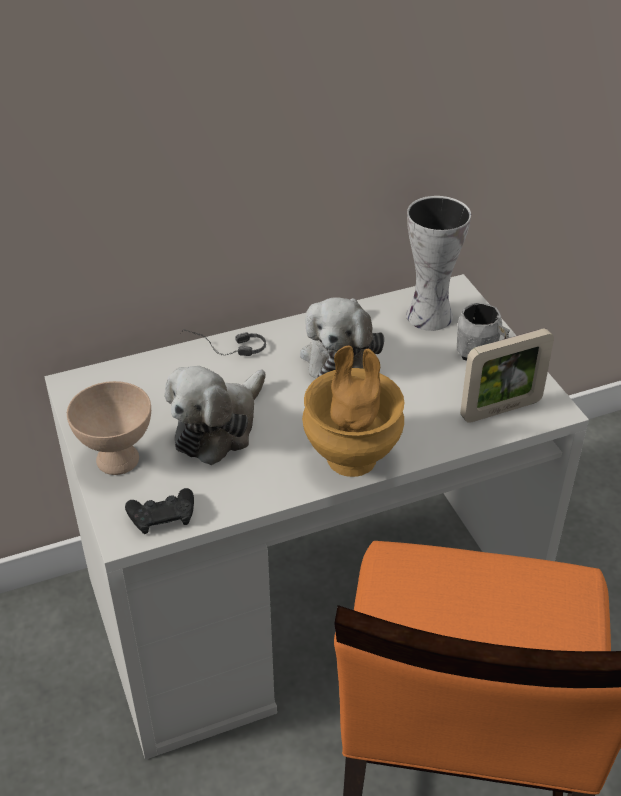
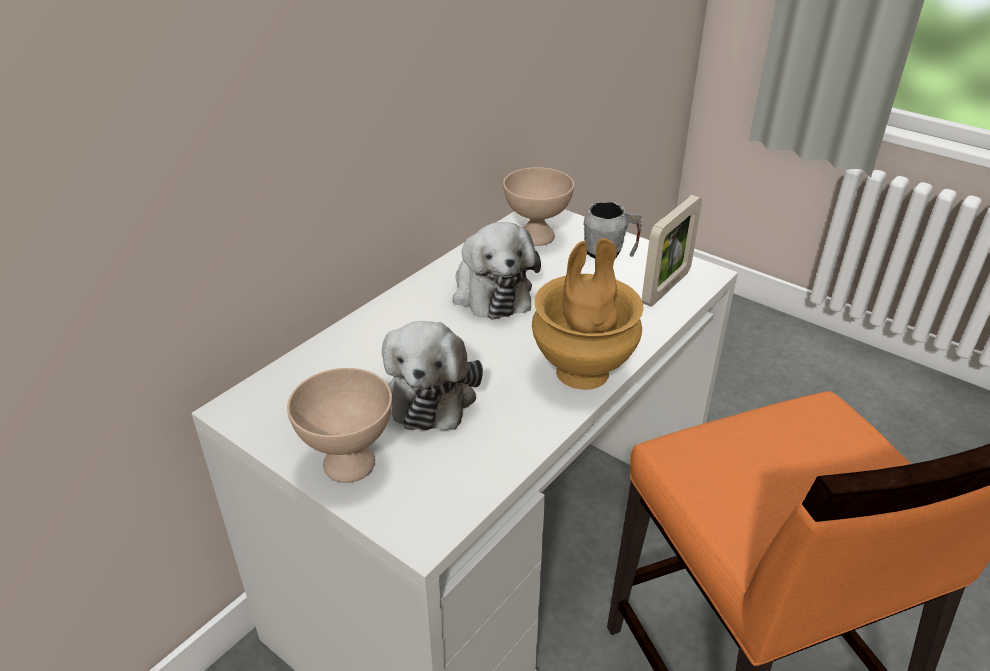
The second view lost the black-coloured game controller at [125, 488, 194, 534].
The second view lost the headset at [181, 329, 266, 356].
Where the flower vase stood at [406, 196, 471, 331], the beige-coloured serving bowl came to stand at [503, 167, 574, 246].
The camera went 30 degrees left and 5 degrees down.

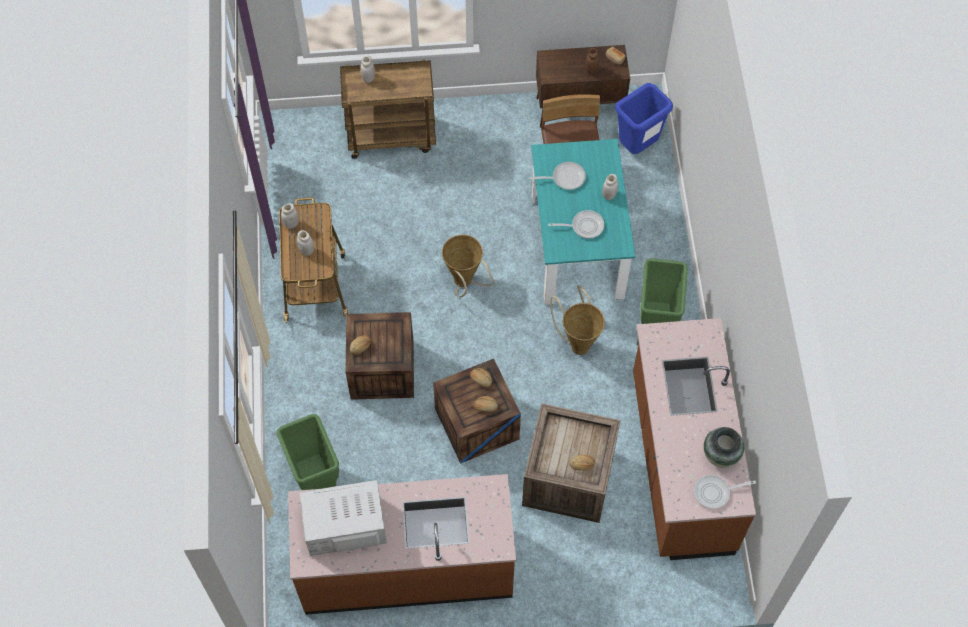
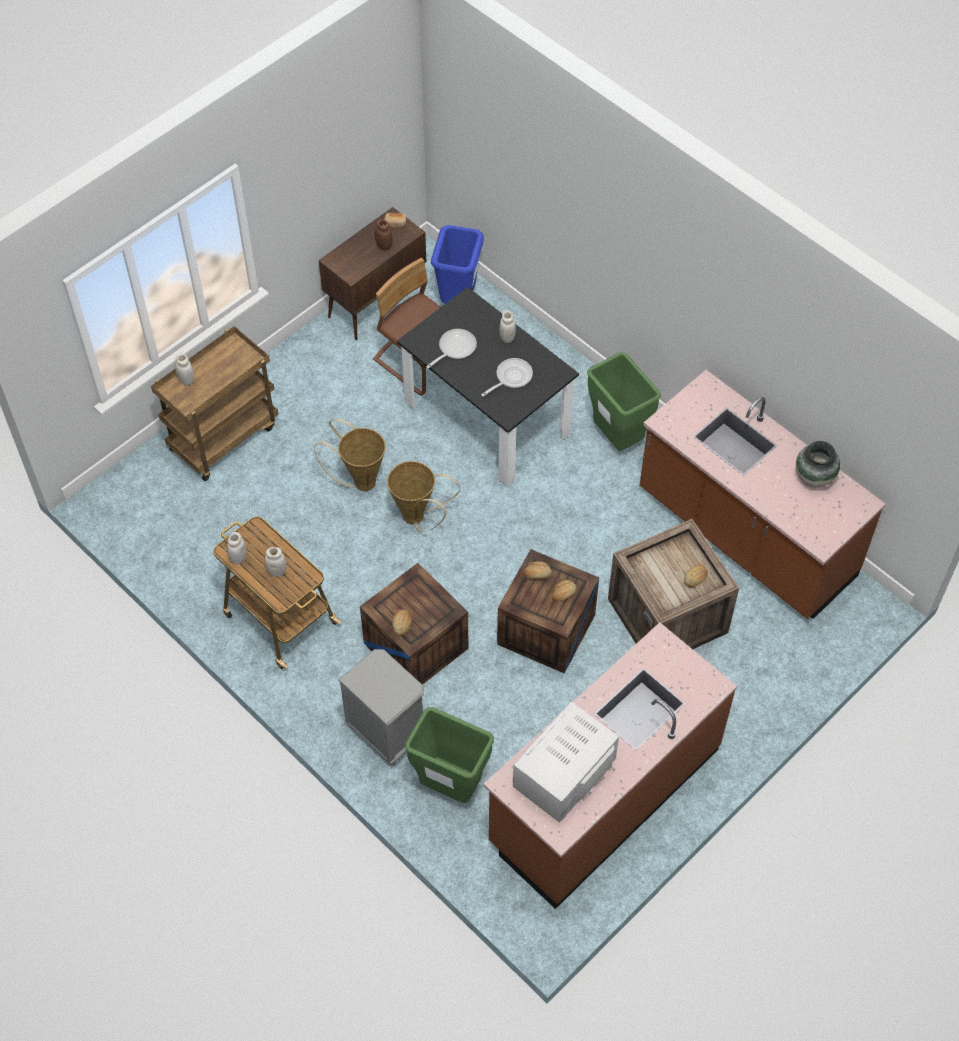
The second view lost the pan at [694, 475, 756, 509].
The second view gained the grey nightstand at [339, 649, 424, 765].
The household basket ended up elsewhere, having gone from [550, 285, 605, 355] to [314, 419, 386, 491].
What was the blue-green dinner table at [531, 139, 635, 305] turned into the black-coloured dinner table at [397, 287, 579, 487].
The camera went 40 degrees left and 5 degrees down.

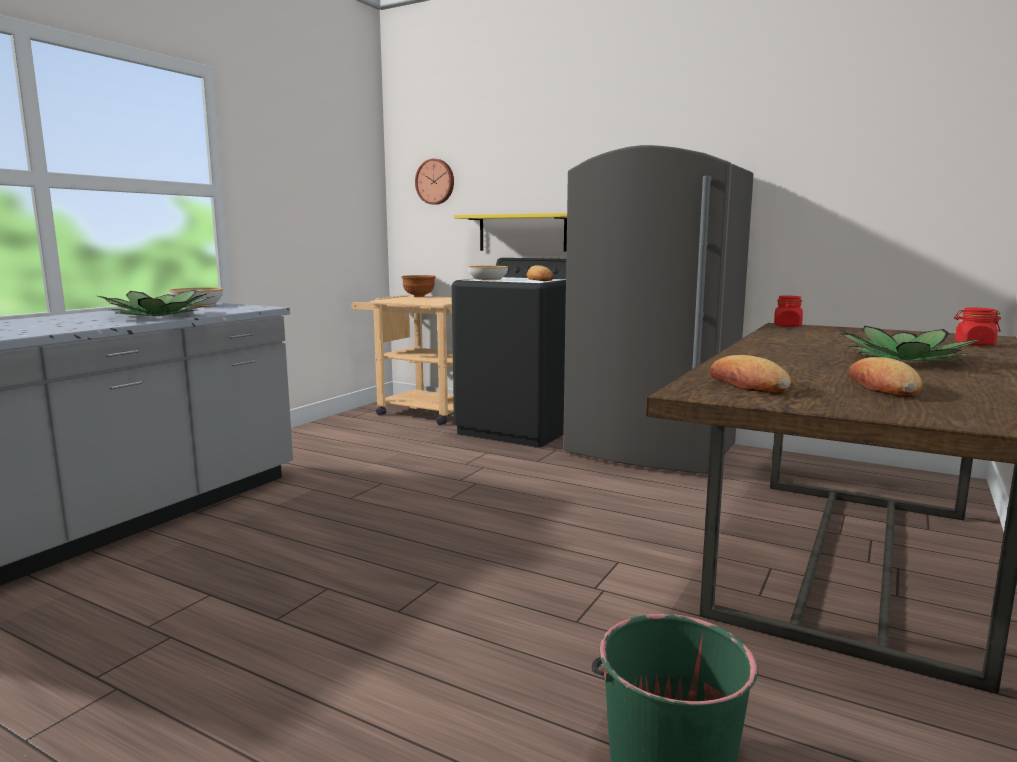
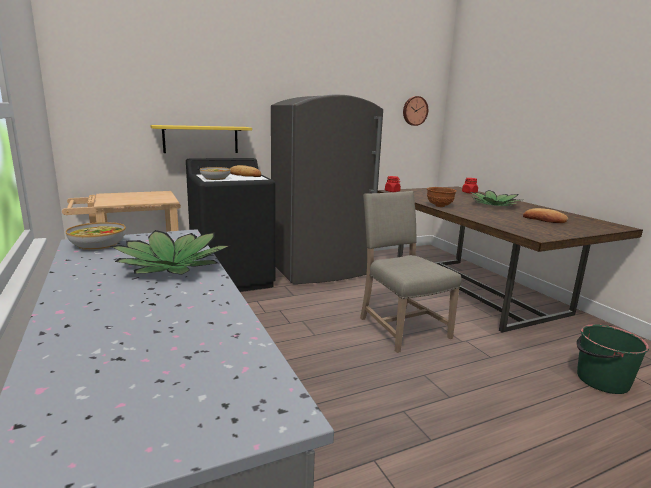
The second view lost the bakery bread at [710, 355, 791, 394].
The second view gained the beige-coloured upright chair at [360, 191, 462, 353].
The brown serving bowl ended up elsewhere, having gone from [401, 275, 436, 297] to [427, 187, 457, 207].
The clock on the wall ended up elsewhere, having gone from [415, 159, 454, 205] to [403, 96, 428, 126].
The camera went 55 degrees left and 5 degrees up.

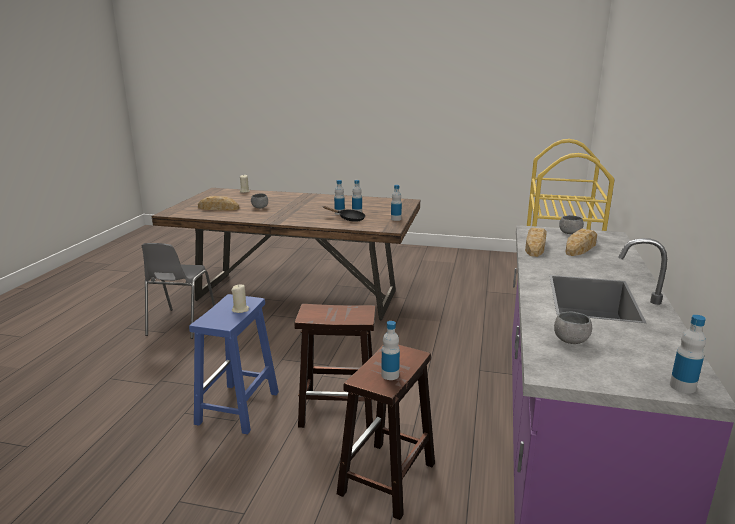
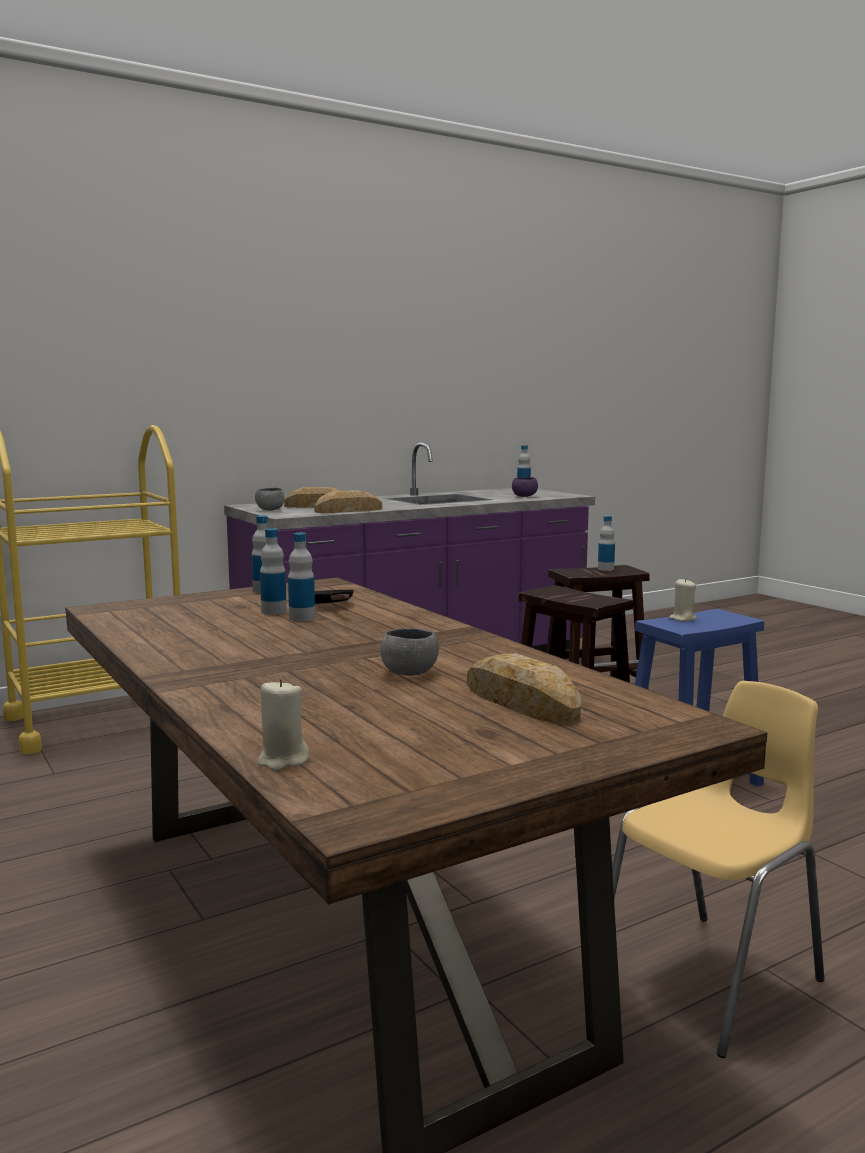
What was the grey upright chair at [142, 243, 215, 339] turned into the yellow-coloured upright chair at [612, 681, 824, 1058].
What was the grey serving bowl at [554, 312, 592, 344] turned into the purple-coloured serving bowl at [512, 477, 538, 497].
The camera went 135 degrees left and 10 degrees down.

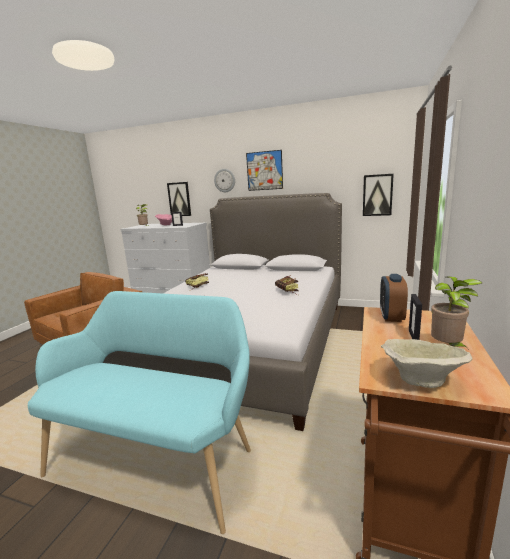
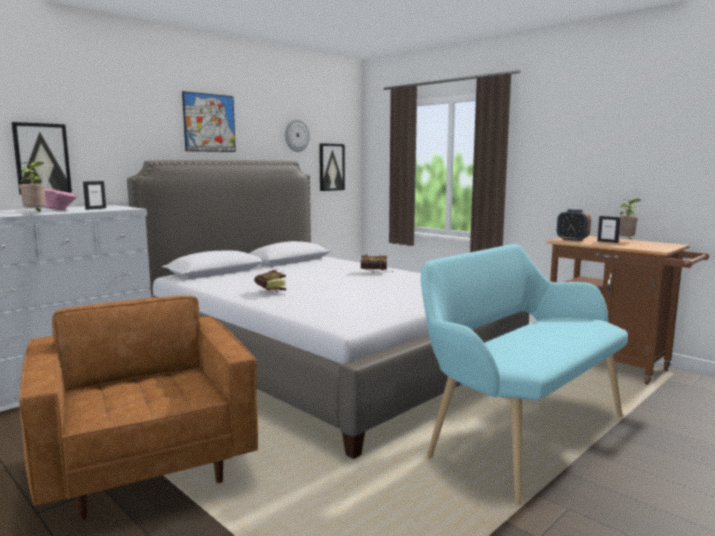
The second view lost the beige-coloured serving bowl at [381, 339, 472, 388].
The clock on the wall ended up elsewhere, having gone from [214, 169, 235, 192] to [285, 119, 310, 152].
The camera went 65 degrees left and 5 degrees down.

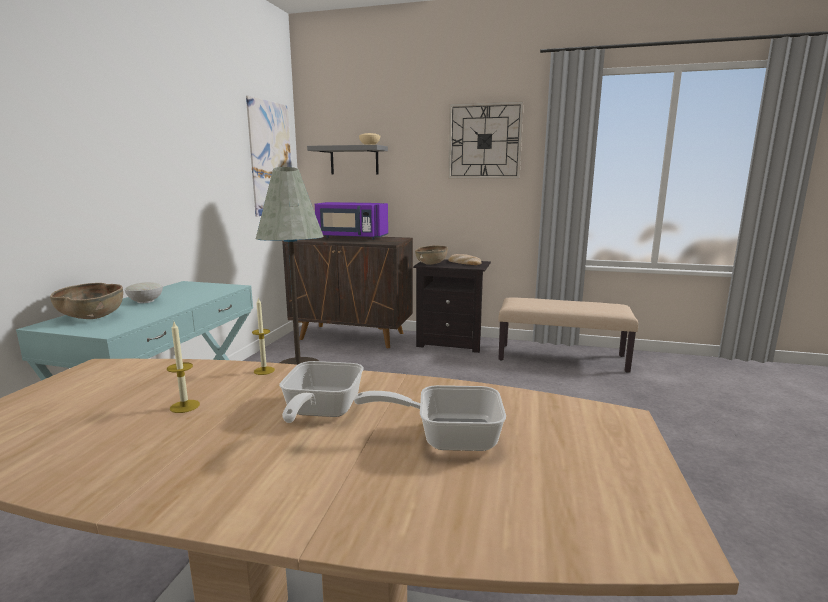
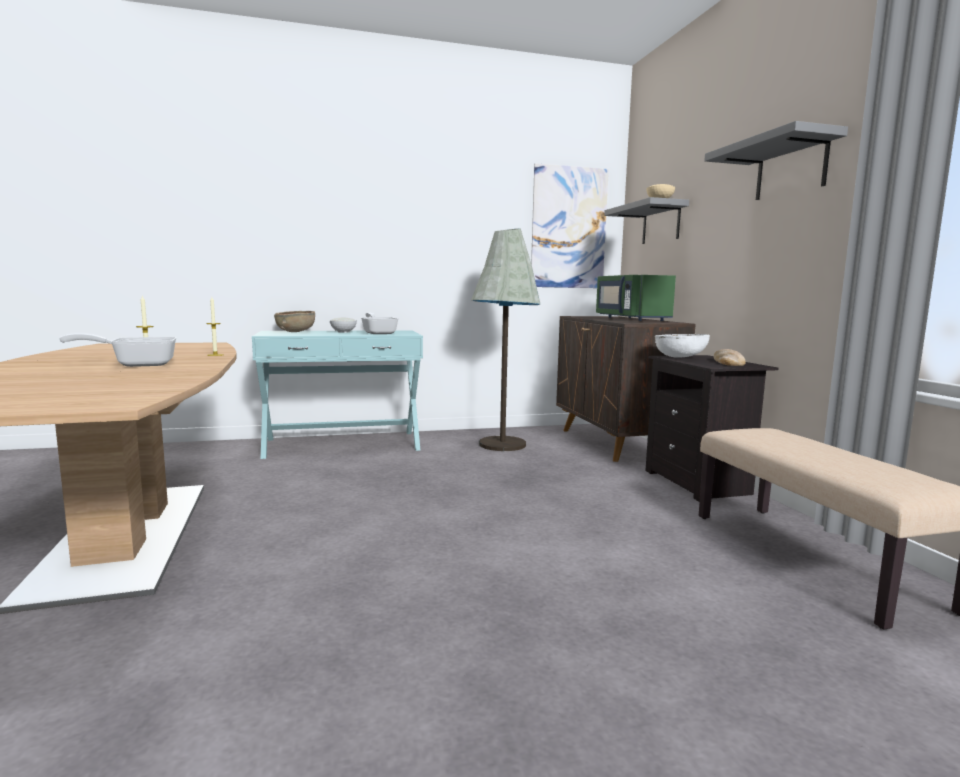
The pan ended up elsewhere, having gone from [354, 385, 506, 451] to [361, 313, 399, 334].
Where the clock on the wall hung at [448, 101, 524, 179], the grey bracket shelf came to hang at [704, 121, 848, 200].
What was the purple-coloured microwave at [315, 202, 388, 240] turned into the green-coloured microwave at [596, 275, 676, 321].
What was the brown serving bowl at [415, 245, 448, 265] turned into the whitish serving bowl at [655, 334, 710, 358].
The camera went 60 degrees right and 5 degrees down.

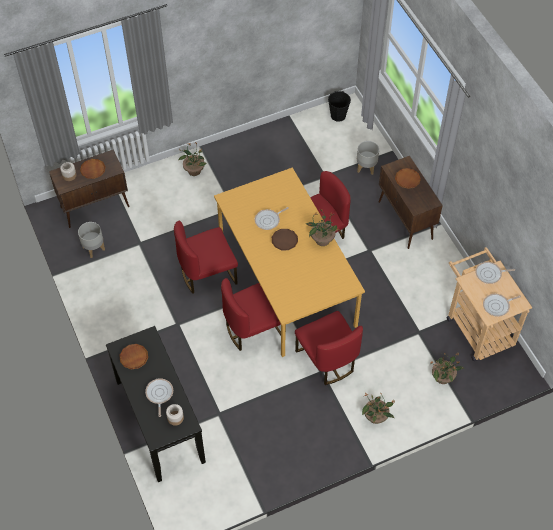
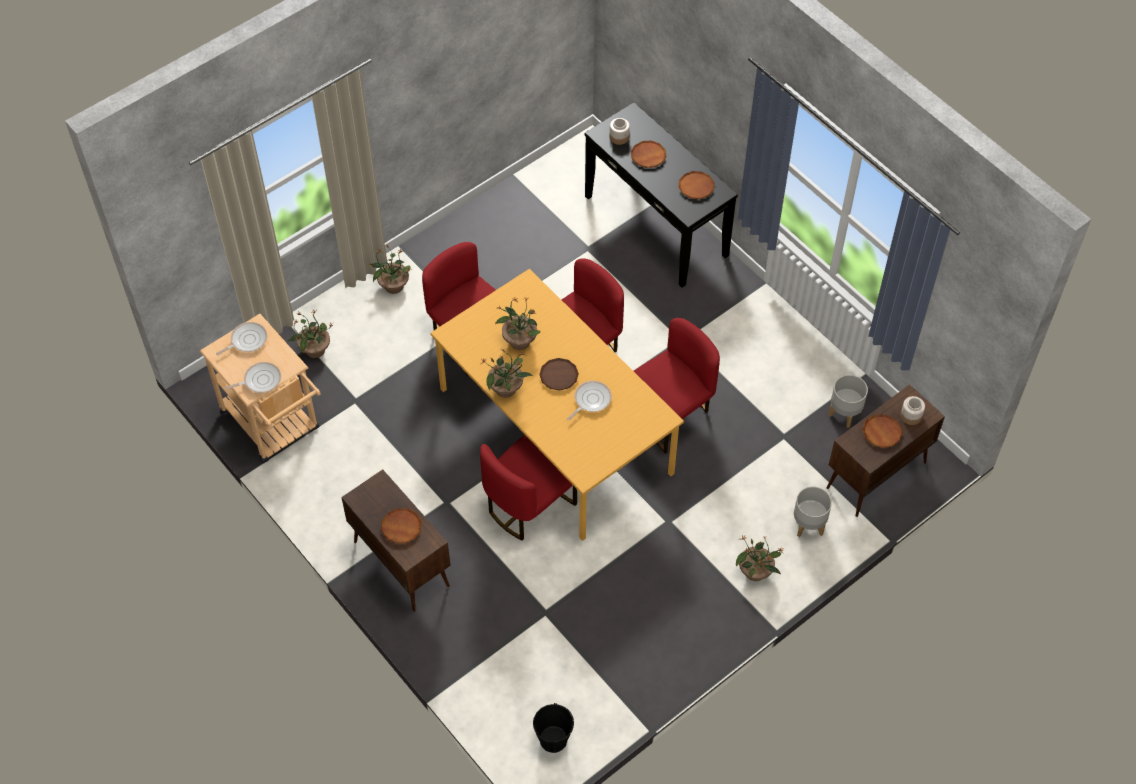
The second view gained the houseplant at [495, 298, 541, 350].
The grey planter ended up elsewhere, having gone from [357, 141, 379, 175] to [794, 486, 832, 537].
Where the pan stood at [145, 378, 173, 417], the brown flat dish came to stand at [631, 141, 667, 168].
The camera went 165 degrees right and 0 degrees up.

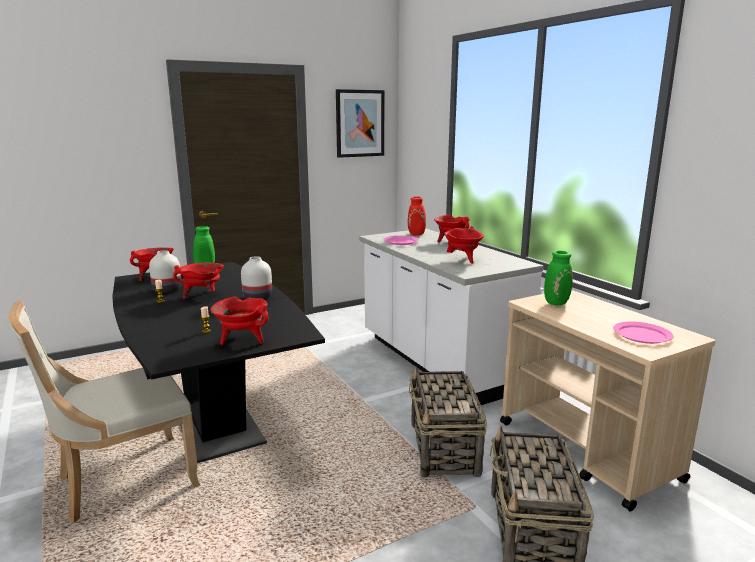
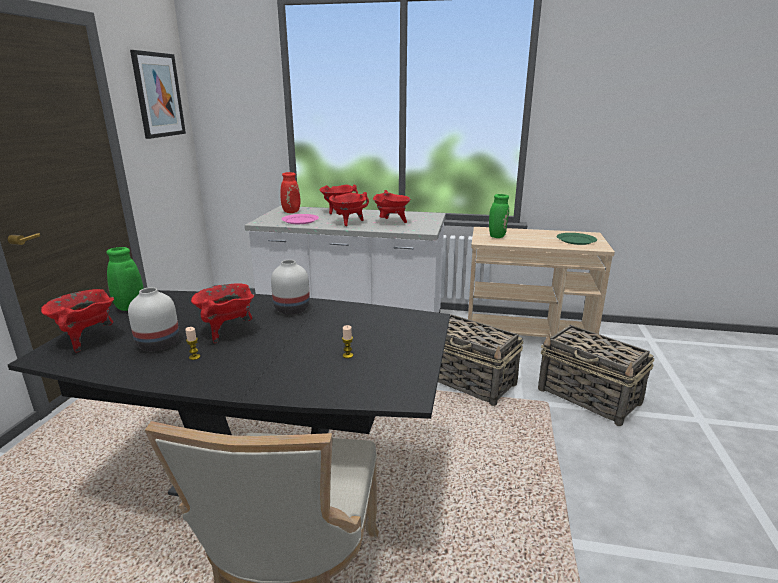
The red cooking pot ended up elsewhere, having gone from [210, 296, 269, 345] to [329, 192, 369, 226].
What was the pink-coloured flat dish at [613, 321, 673, 344] turned into the green-coloured flat dish at [557, 233, 597, 245].
The camera went 50 degrees left and 5 degrees up.

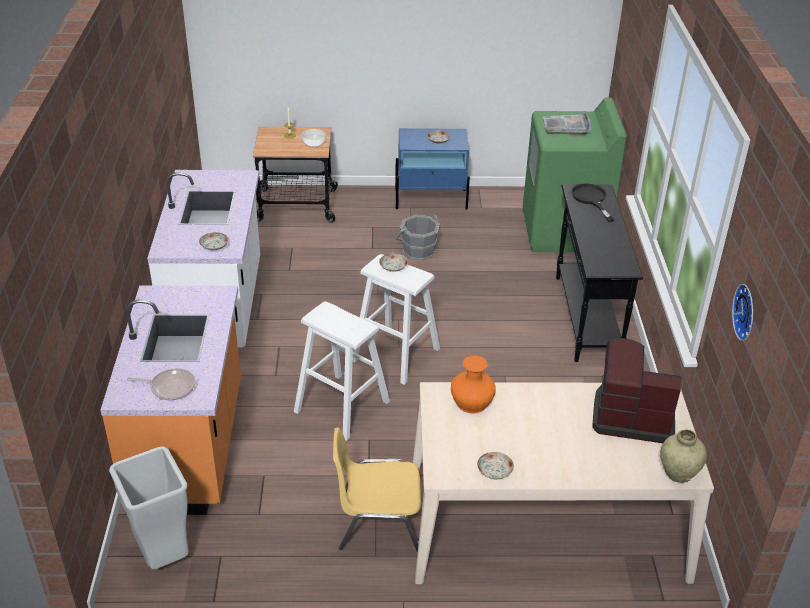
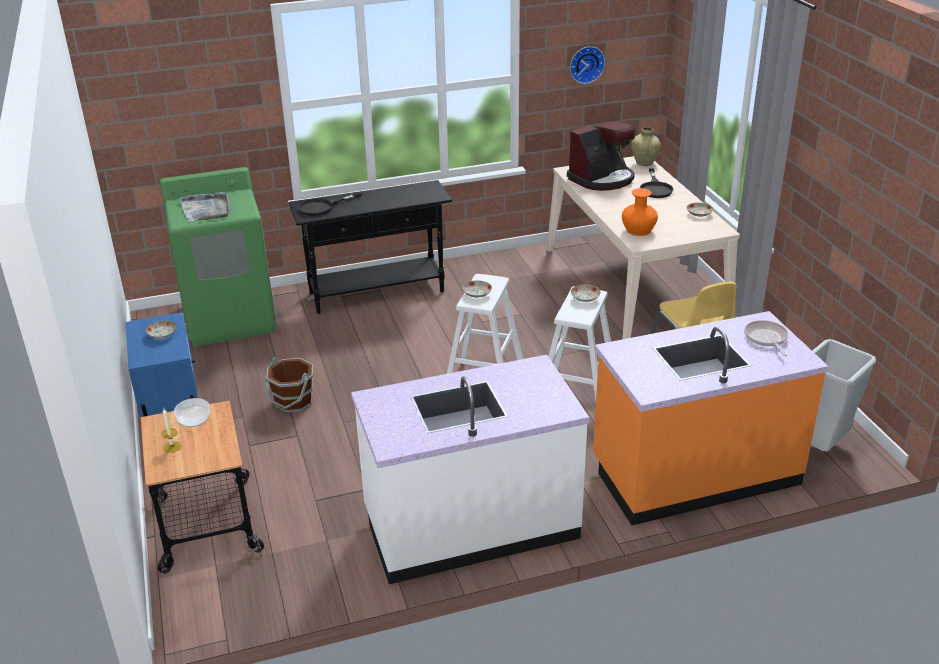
The second view gained the black-coloured pan at [640, 168, 674, 198].
The flat dish ended up elsewhere, having gone from [199, 232, 228, 250] to [571, 284, 601, 302].
What was the grey bucket at [395, 215, 440, 260] turned into the brown bucket at [264, 358, 313, 413].
The coffee maker at [592, 338, 682, 443] ended up facing another way, 120 degrees counterclockwise from before.
The camera went 105 degrees left and 5 degrees down.

